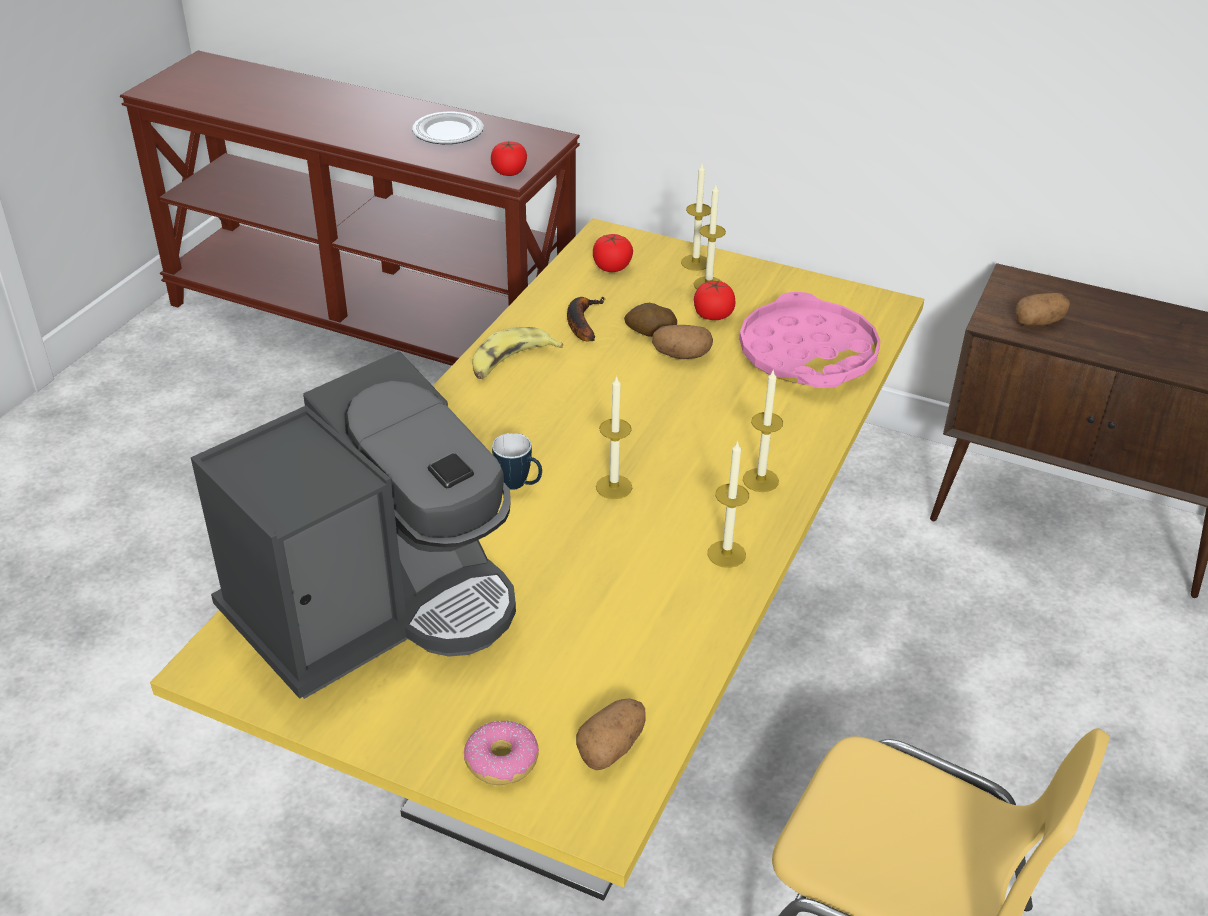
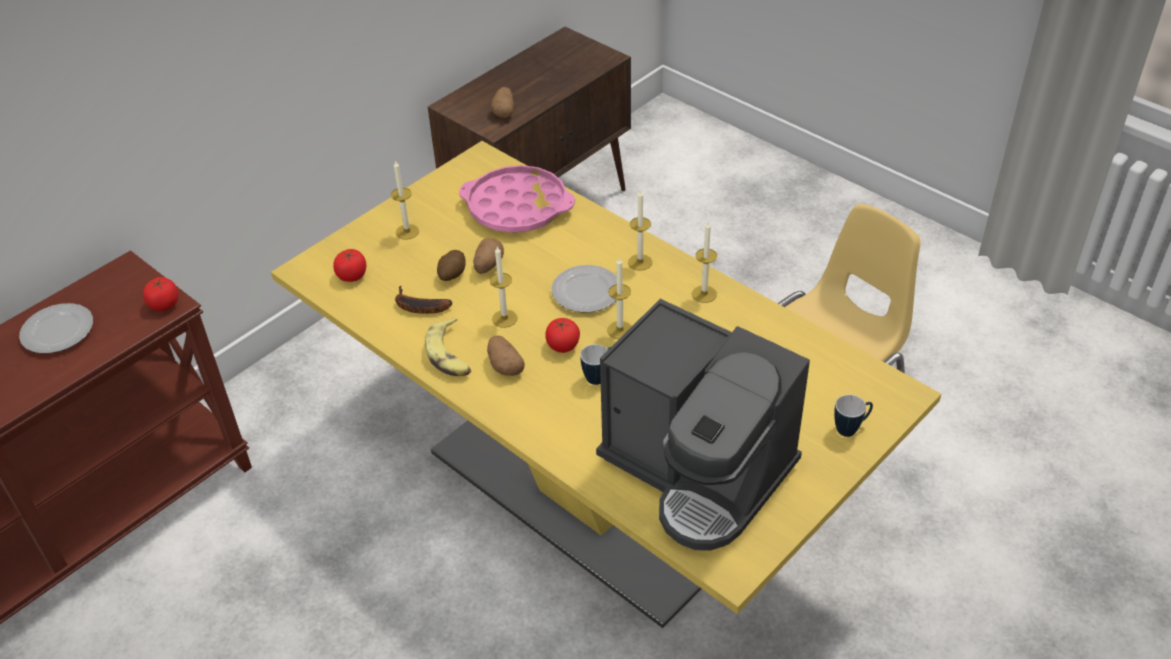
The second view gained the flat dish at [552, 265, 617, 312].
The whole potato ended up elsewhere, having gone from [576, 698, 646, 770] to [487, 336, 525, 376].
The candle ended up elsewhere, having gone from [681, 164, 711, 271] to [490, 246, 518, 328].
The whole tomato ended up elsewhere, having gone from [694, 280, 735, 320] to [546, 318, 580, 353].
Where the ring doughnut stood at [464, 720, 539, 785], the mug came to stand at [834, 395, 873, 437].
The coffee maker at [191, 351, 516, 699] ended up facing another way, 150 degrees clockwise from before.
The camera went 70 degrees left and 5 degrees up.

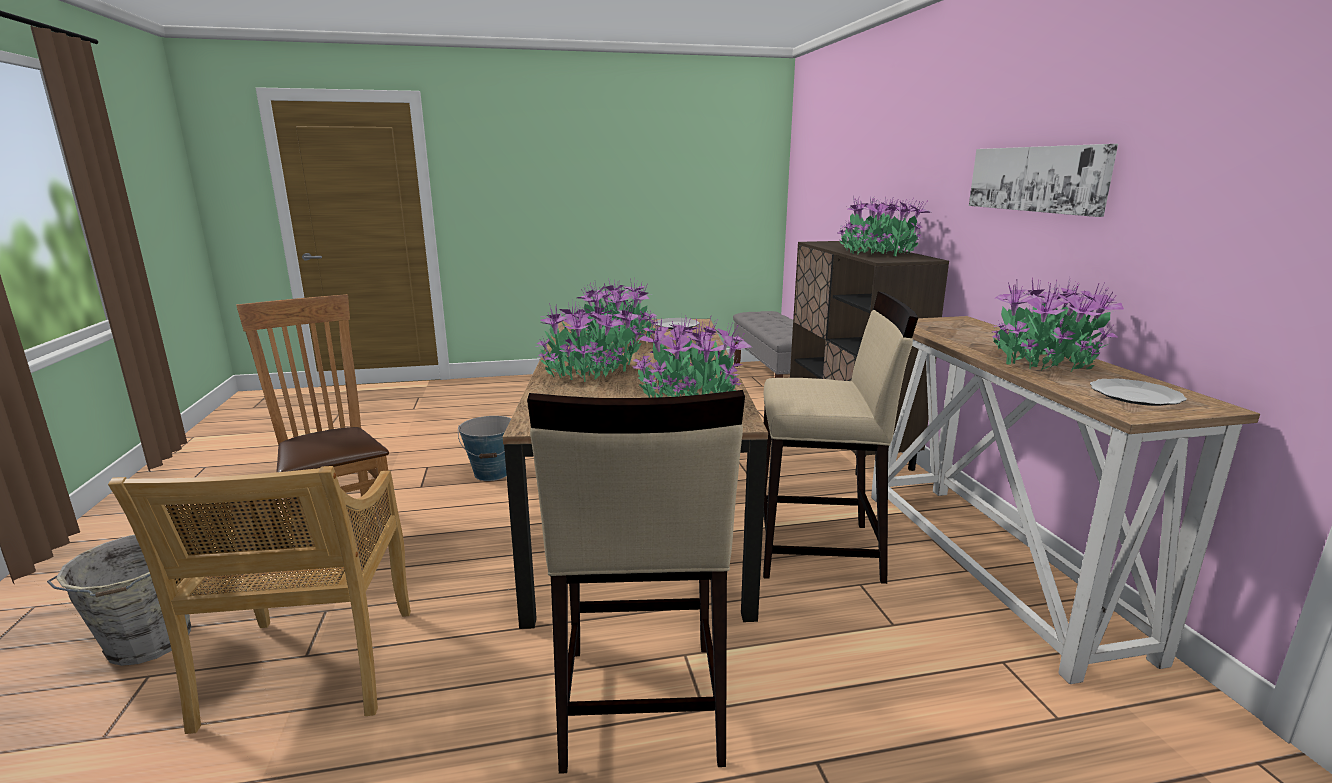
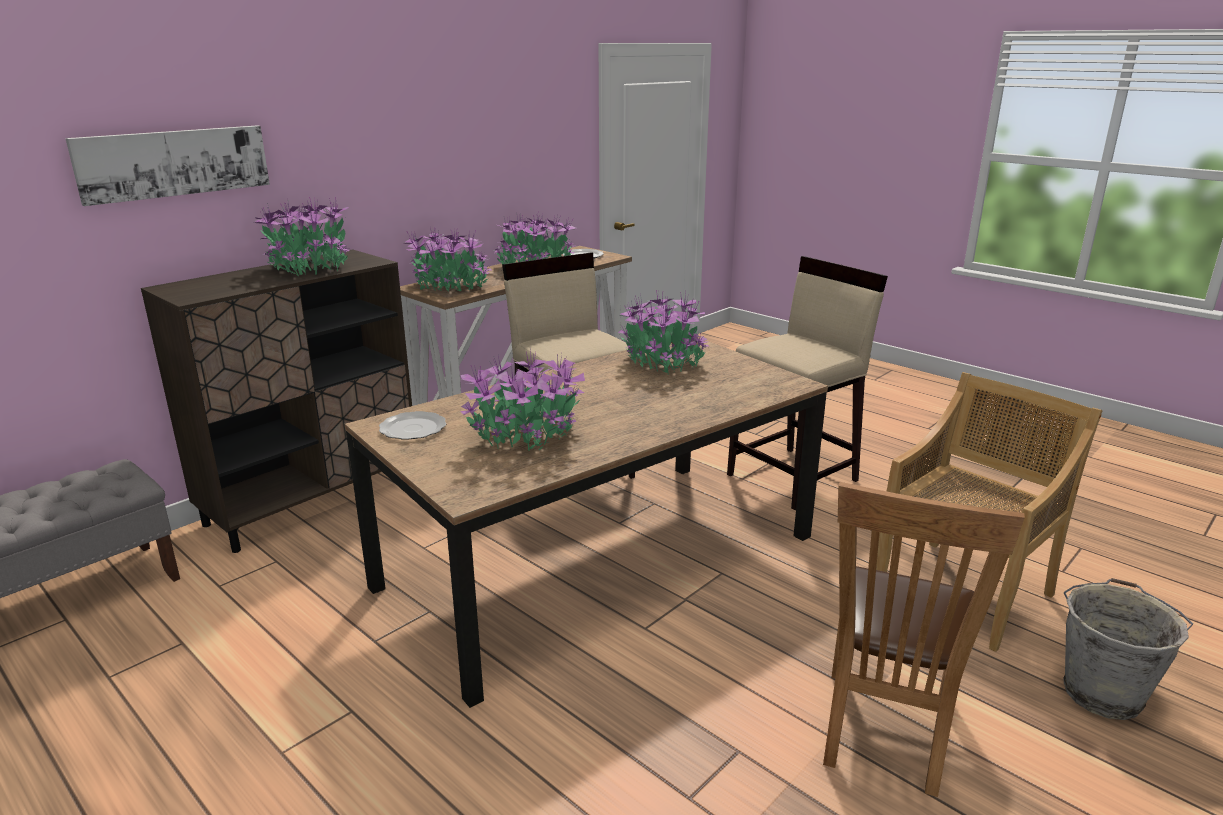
The second view lost the bucket at [458, 416, 511, 481].
The houseplant ended up elsewhere, having gone from [536, 300, 646, 382] to [403, 228, 492, 291].
The wall art ended up elsewhere, having gone from [969, 144, 1118, 217] to [65, 126, 270, 206].
The camera went 125 degrees left and 5 degrees up.

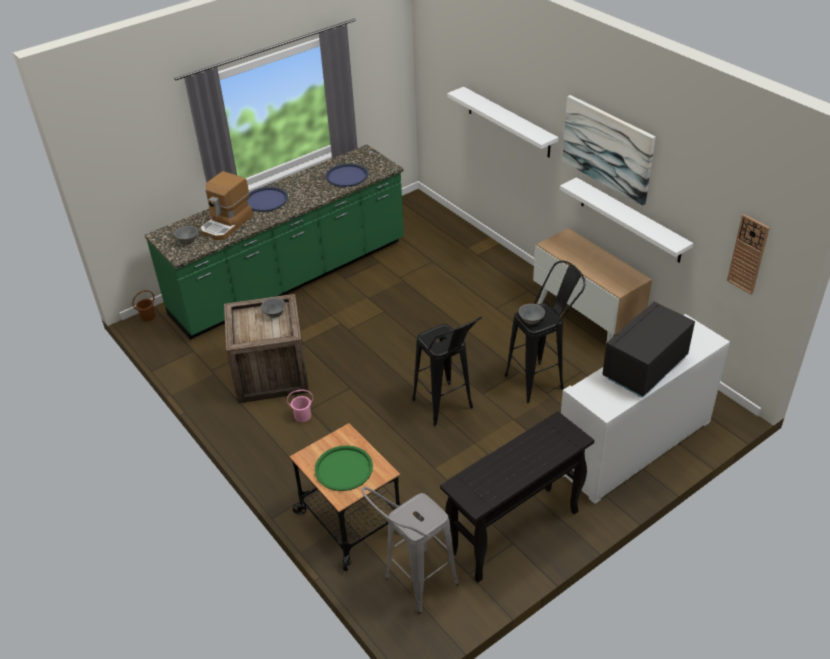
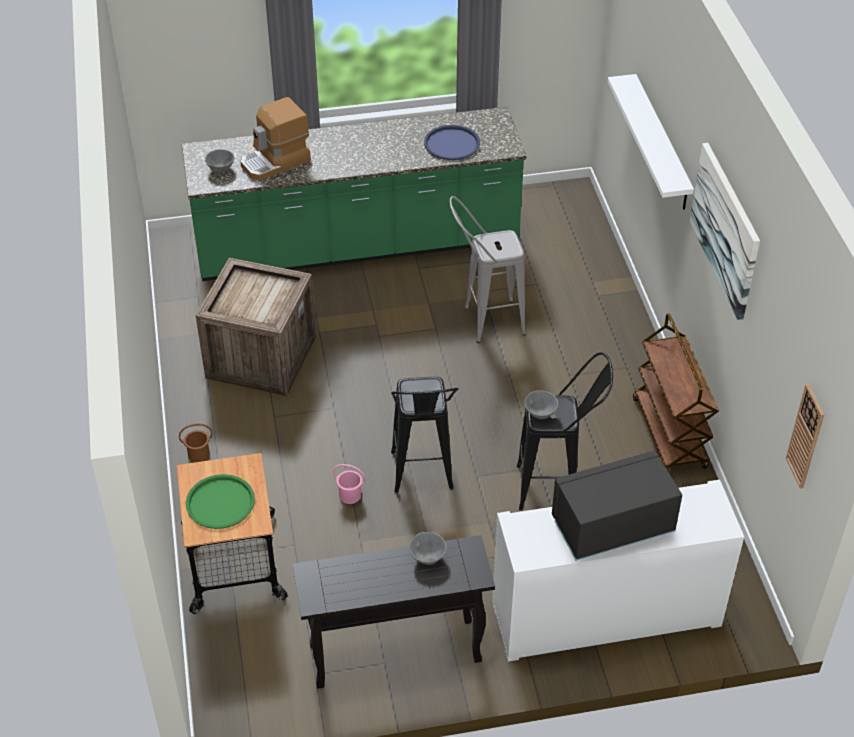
The second view lost the blue-coloured tray at [247, 187, 288, 212].
The second view lost the whitish bracket shelf at [560, 177, 693, 263].
The brown bucket ended up elsewhere, having gone from [132, 290, 156, 322] to [179, 424, 212, 462].
The grey serving bowl ended up elsewhere, having gone from [261, 298, 286, 318] to [409, 532, 447, 565].
The pink-coloured bucket ended up elsewhere, having gone from [287, 390, 313, 422] to [333, 464, 365, 504].
The grey sitting stool ended up elsewhere, having gone from [362, 487, 459, 614] to [449, 196, 526, 343].
Where the storage cabinet stood at [533, 228, 652, 342], the brown cart came to stand at [633, 314, 719, 472].
The camera went 25 degrees right and 5 degrees up.

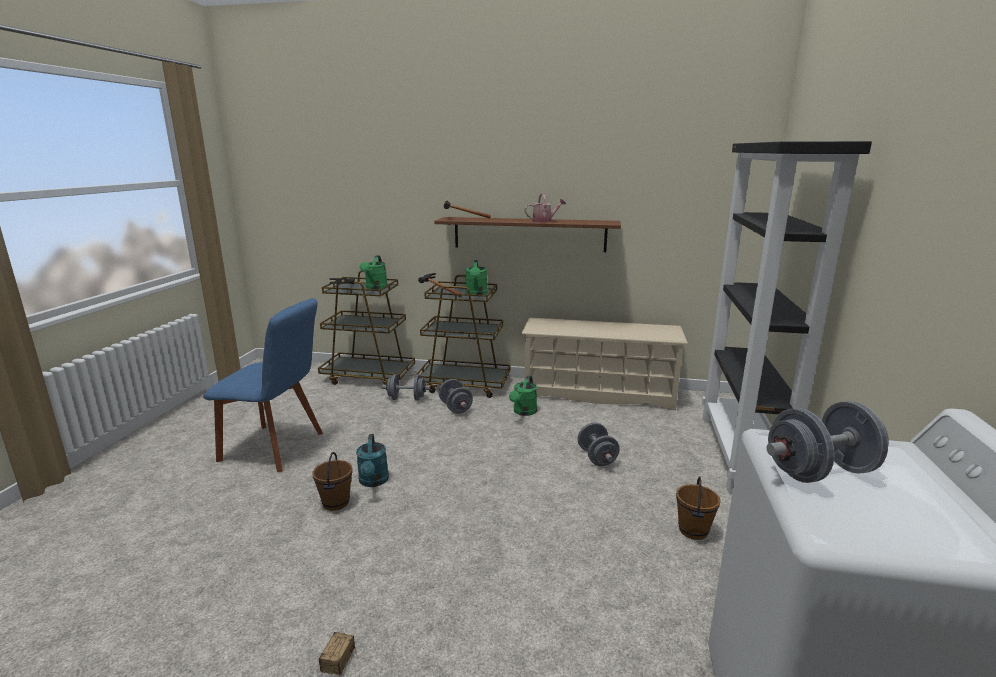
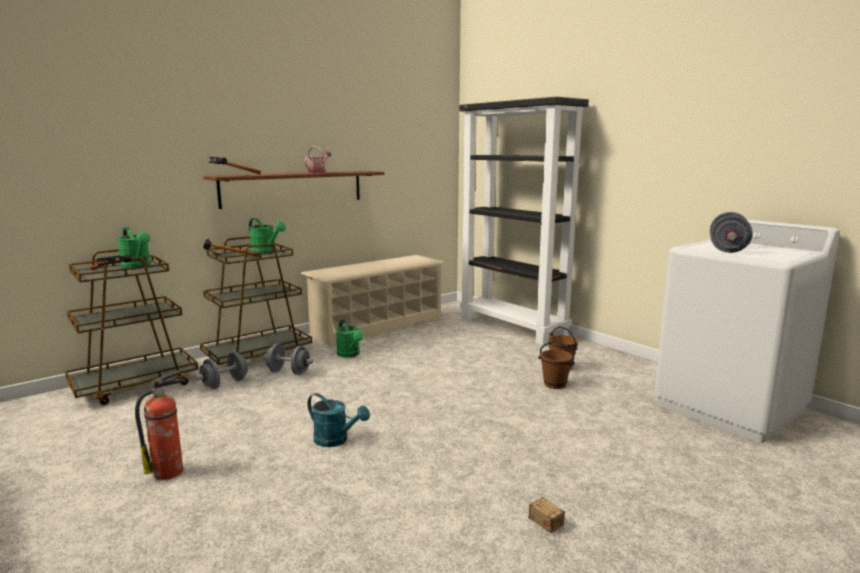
The second view lost the grey free weight at [578, 422, 620, 466].
The brown bucket ended up elsewhere, having gone from [312, 452, 353, 511] to [538, 341, 575, 389].
Where the blue-coloured upright chair stood at [203, 298, 323, 472], the fire-fighting cylinder came to stand at [135, 370, 186, 480].
The camera went 50 degrees left and 5 degrees down.

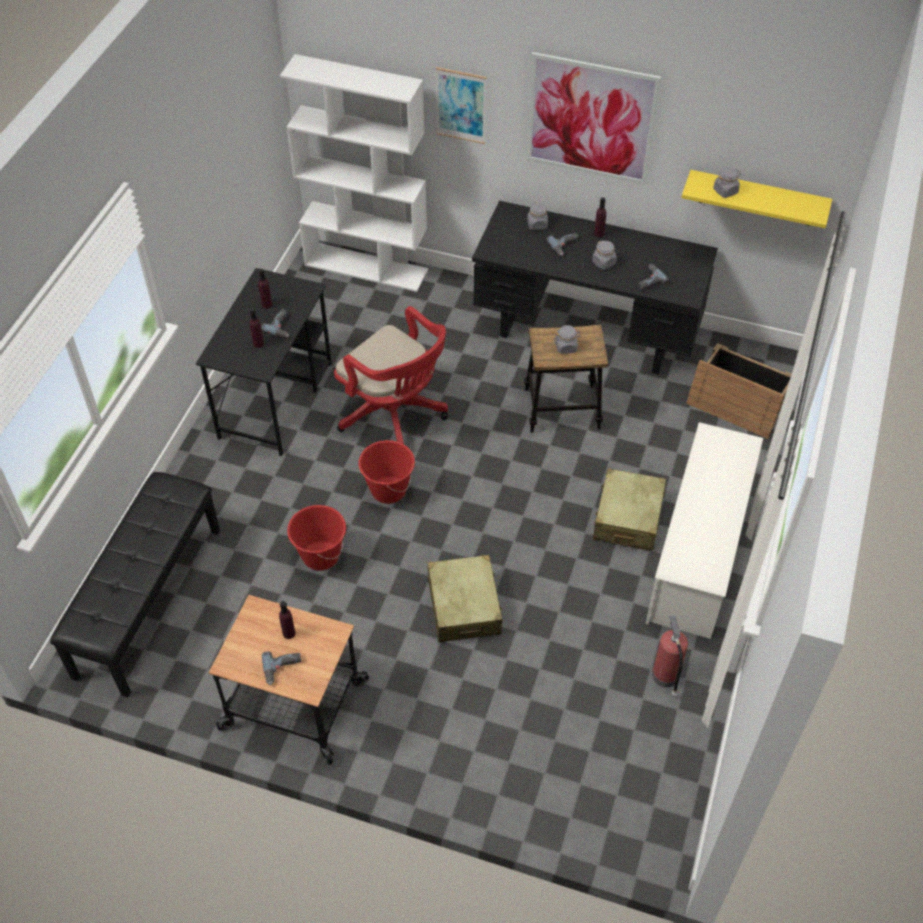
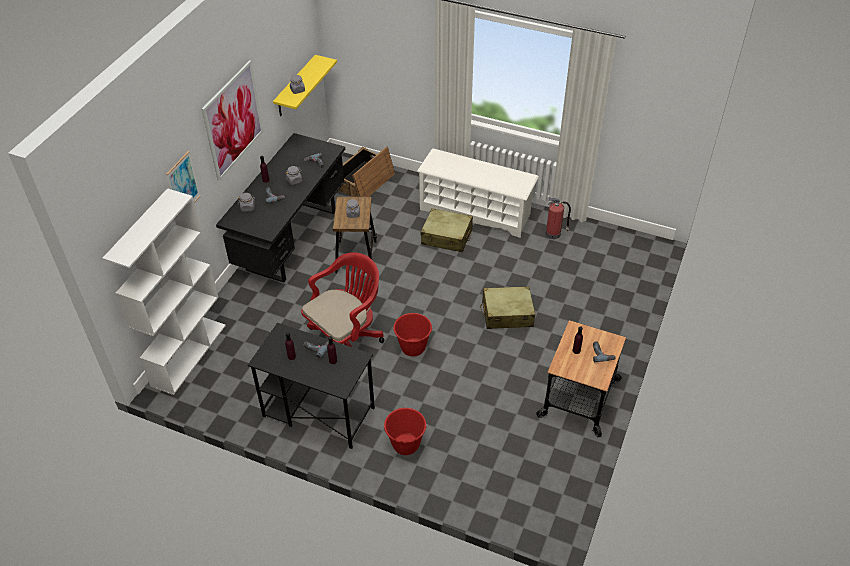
The second view lost the black-coloured indoor bench at [50, 472, 220, 697].
The red bucket ended up elsewhere, having gone from [287, 505, 346, 571] to [383, 408, 427, 455].
The camera went 85 degrees left and 5 degrees down.

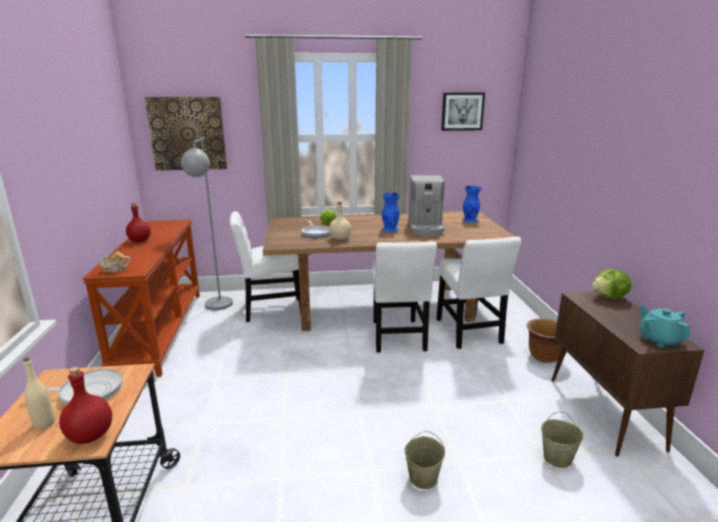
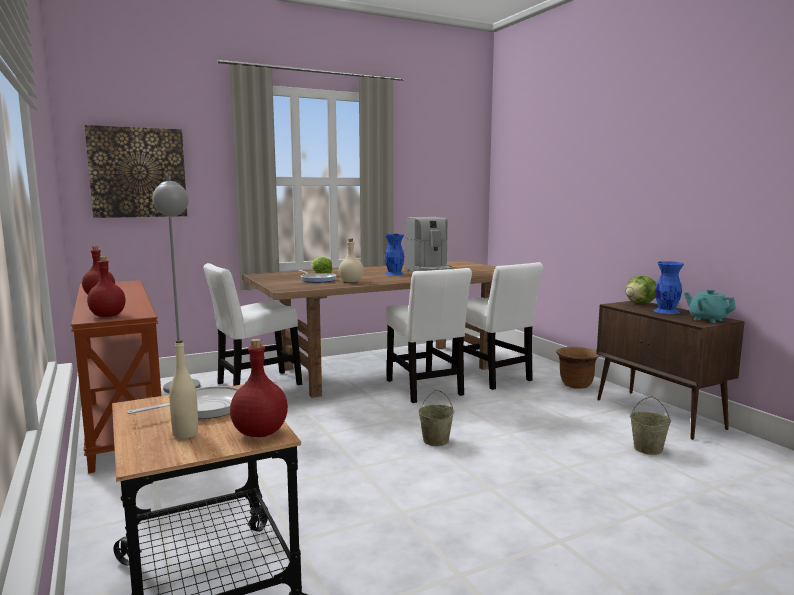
The second view lost the wall art at [441, 93, 485, 131].
The beige-coloured bucket ended up elsewhere, having gone from [405, 431, 445, 489] to [418, 390, 454, 446].
The blue-coloured flower vase ended up elsewhere, having gone from [462, 186, 482, 222] to [653, 261, 684, 314].
Where the pot for tea stood at [98, 248, 130, 273], the red bottle came to stand at [87, 256, 126, 317].
The camera went 20 degrees left and 10 degrees down.

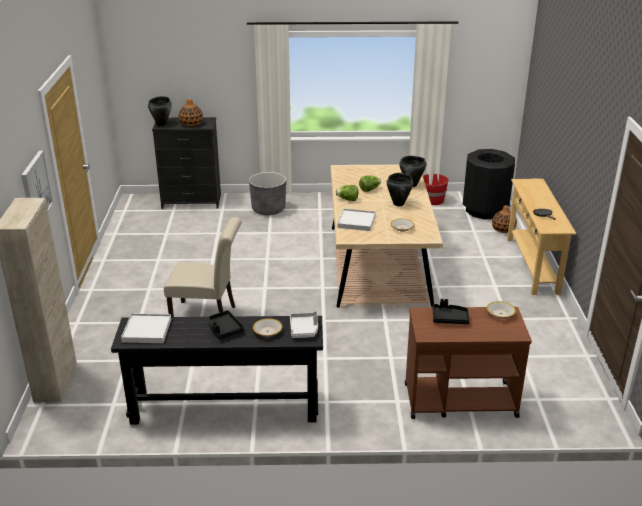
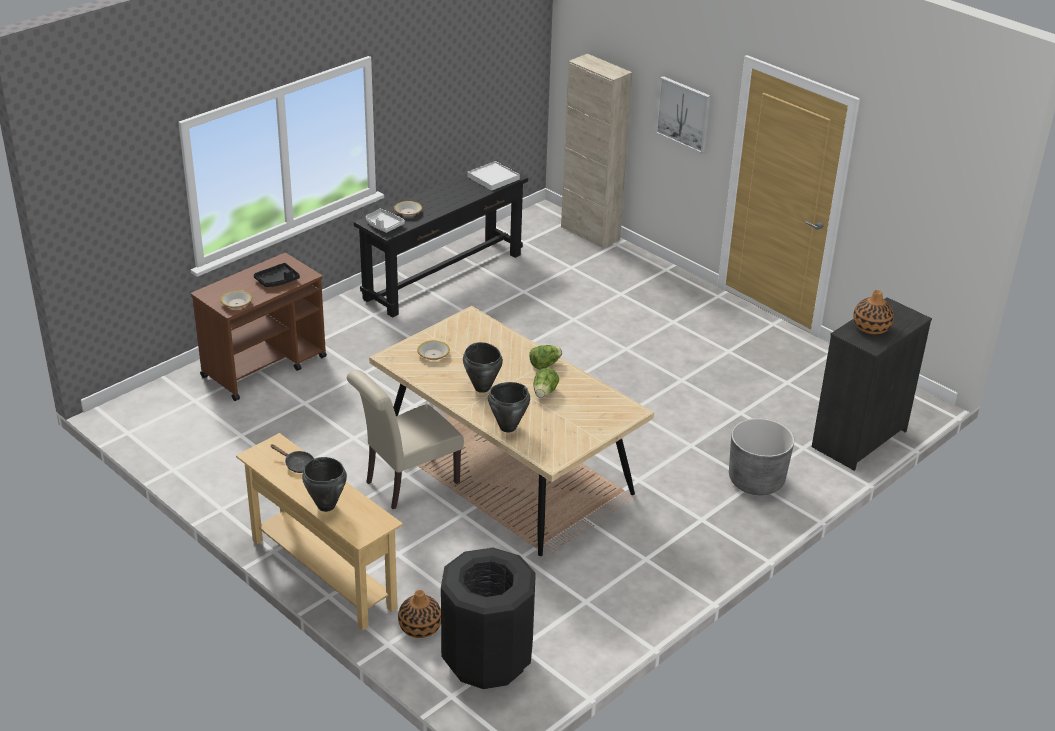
The second view lost the black-coloured tray at [209, 310, 244, 339].
The second view lost the whitish tray at [337, 209, 375, 231].
The second view lost the red bucket at [423, 174, 449, 205].
The black-coloured cooking pot ended up elsewhere, having gone from [148, 96, 172, 126] to [302, 457, 347, 512].
The beige-coloured upright chair ended up elsewhere, having gone from [164, 217, 242, 317] to [347, 370, 464, 509].
The camera went 135 degrees right and 5 degrees up.

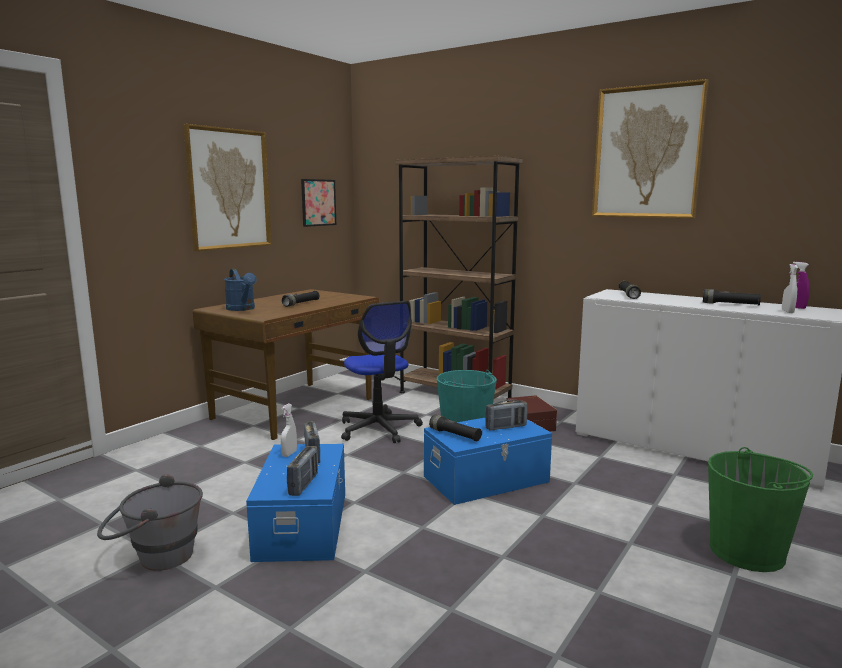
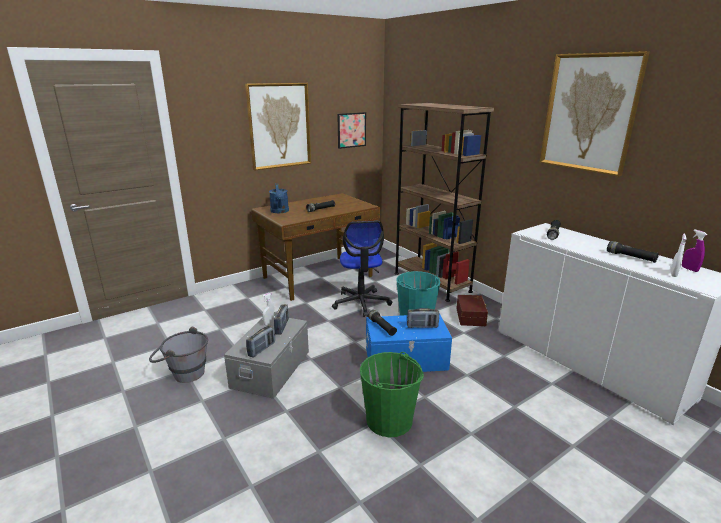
The green-coloured bucket ended up elsewhere, having gone from [708, 447, 813, 572] to [360, 352, 424, 437].
What was the blue-coloured storage container at [246, 444, 345, 562] turned into the grey storage container at [224, 318, 309, 399].
The camera went 20 degrees right and 10 degrees up.

